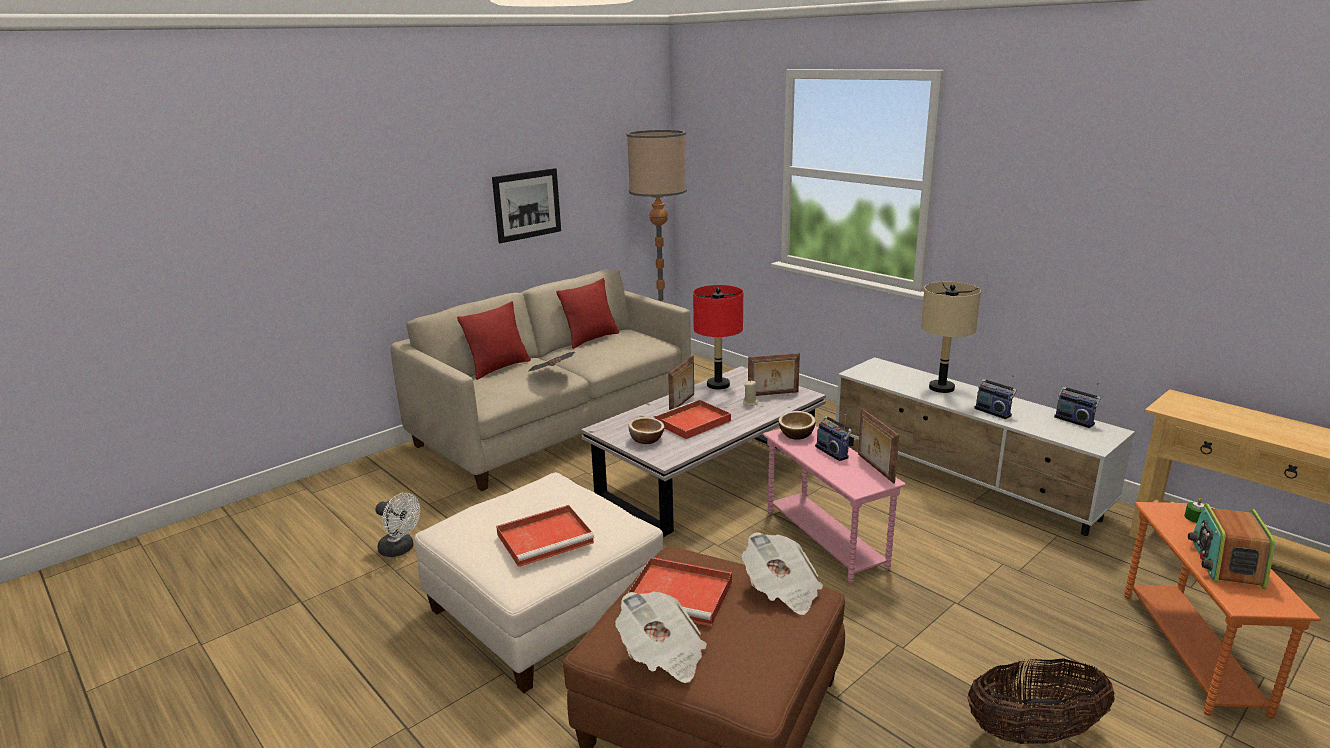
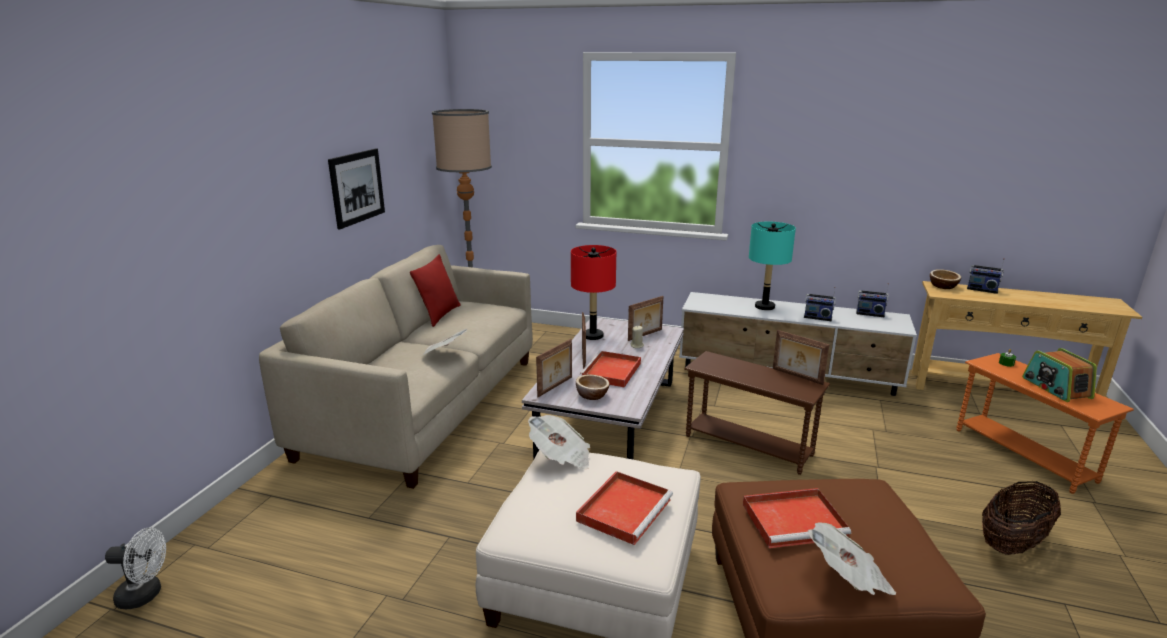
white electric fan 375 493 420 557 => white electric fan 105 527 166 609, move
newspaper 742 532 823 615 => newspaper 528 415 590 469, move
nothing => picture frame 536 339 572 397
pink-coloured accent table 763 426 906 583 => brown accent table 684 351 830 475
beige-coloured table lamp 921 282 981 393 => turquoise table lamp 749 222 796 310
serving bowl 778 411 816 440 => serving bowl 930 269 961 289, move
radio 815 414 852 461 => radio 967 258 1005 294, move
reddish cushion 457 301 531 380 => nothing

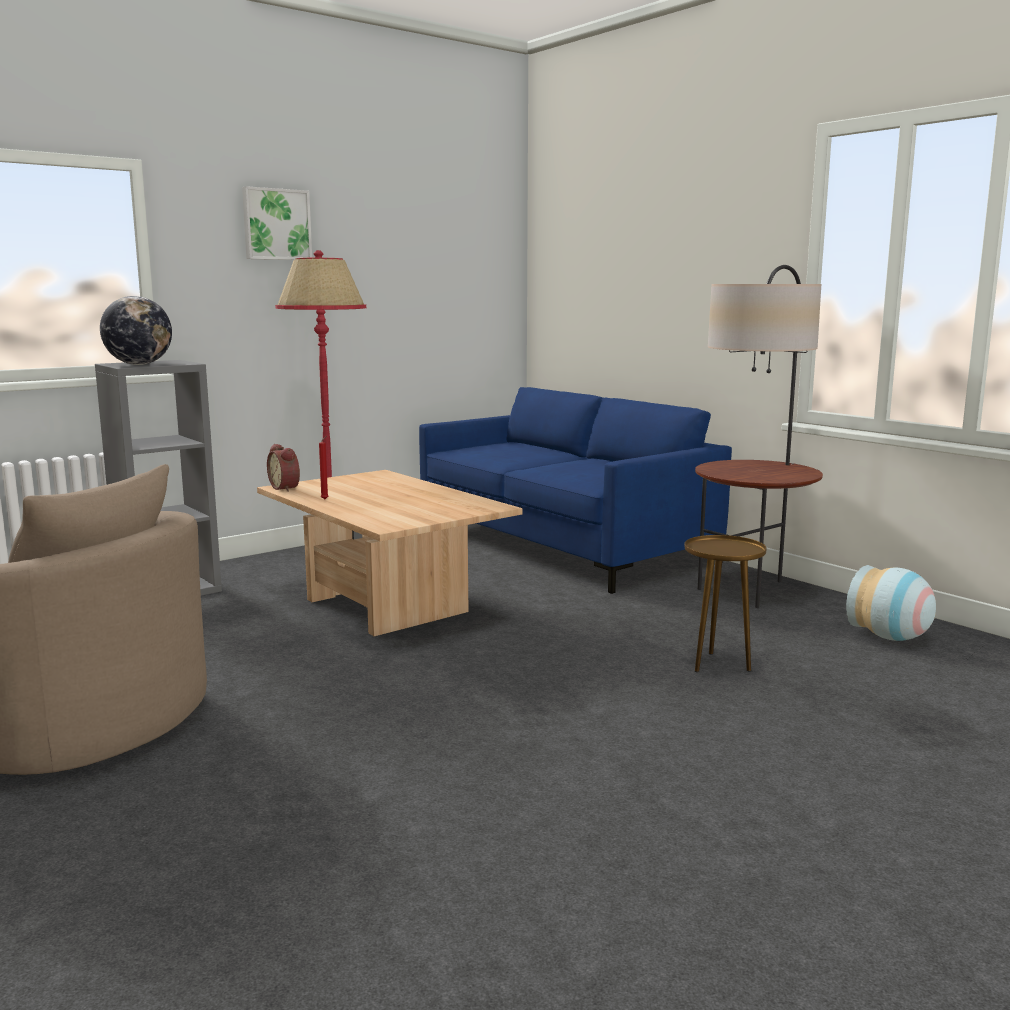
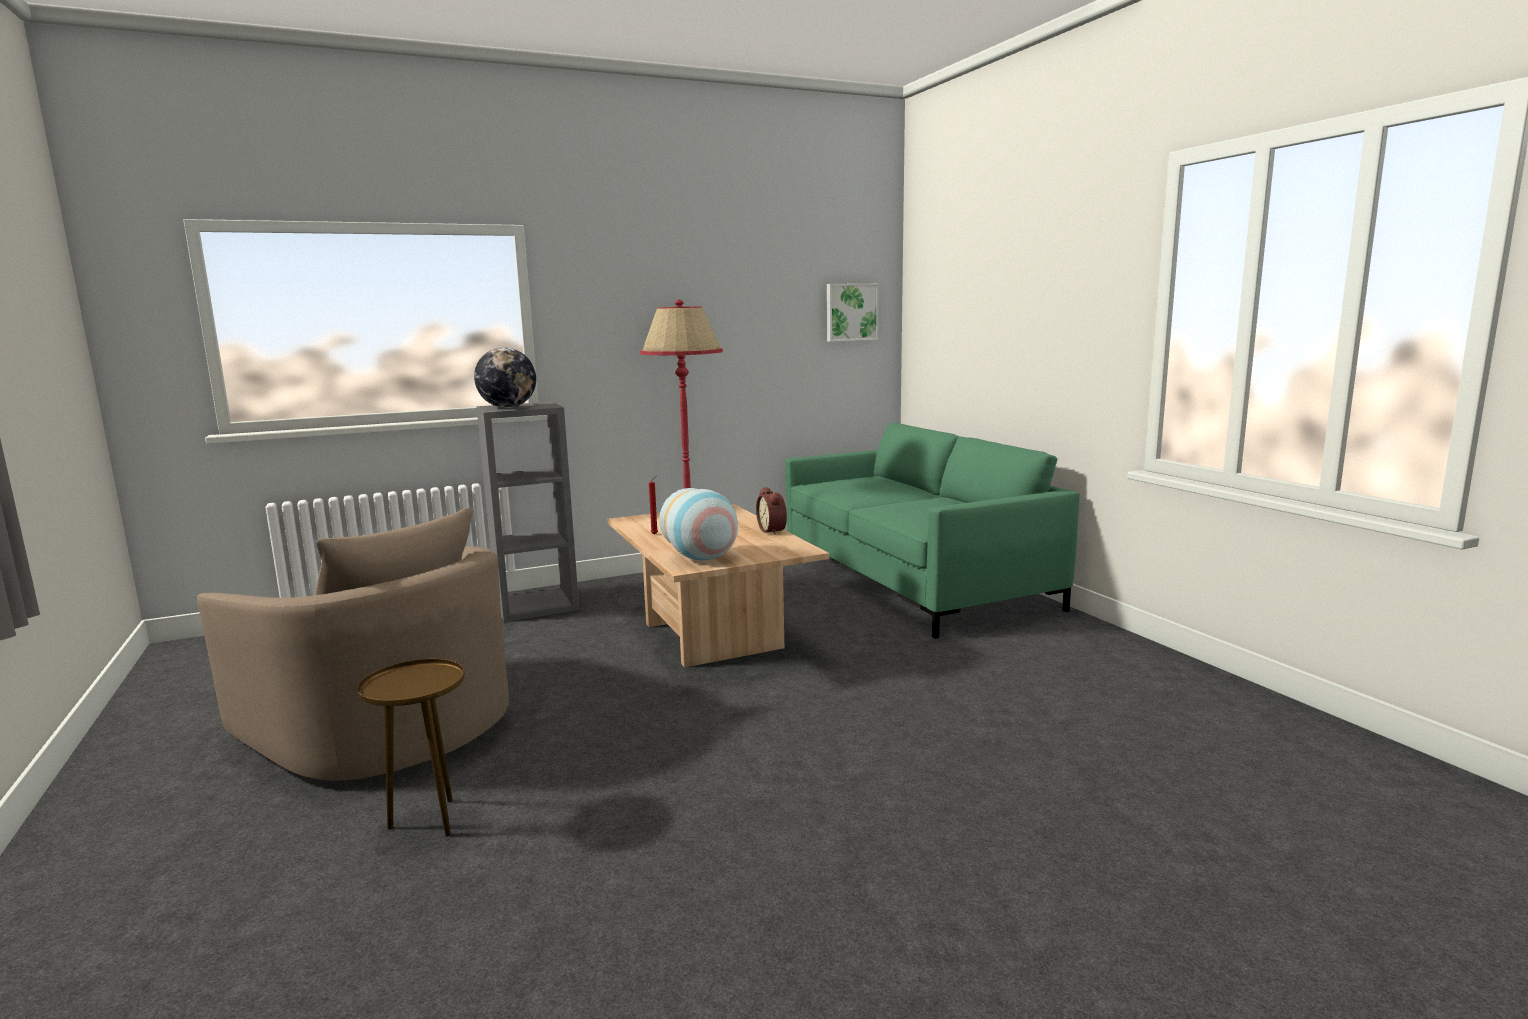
brown accent table 684 535 767 672 => brown accent table 357 659 465 837, move
flower vase 846 565 936 641 => flower vase 659 488 738 560, move
table clock 267 444 300 492 => table clock 756 487 787 535, move
blue sofa 419 387 732 594 => greenish sofa 785 423 1080 639
picture 242 186 312 260 => picture 827 283 879 342, move
floor lamp 695 265 823 608 => nothing

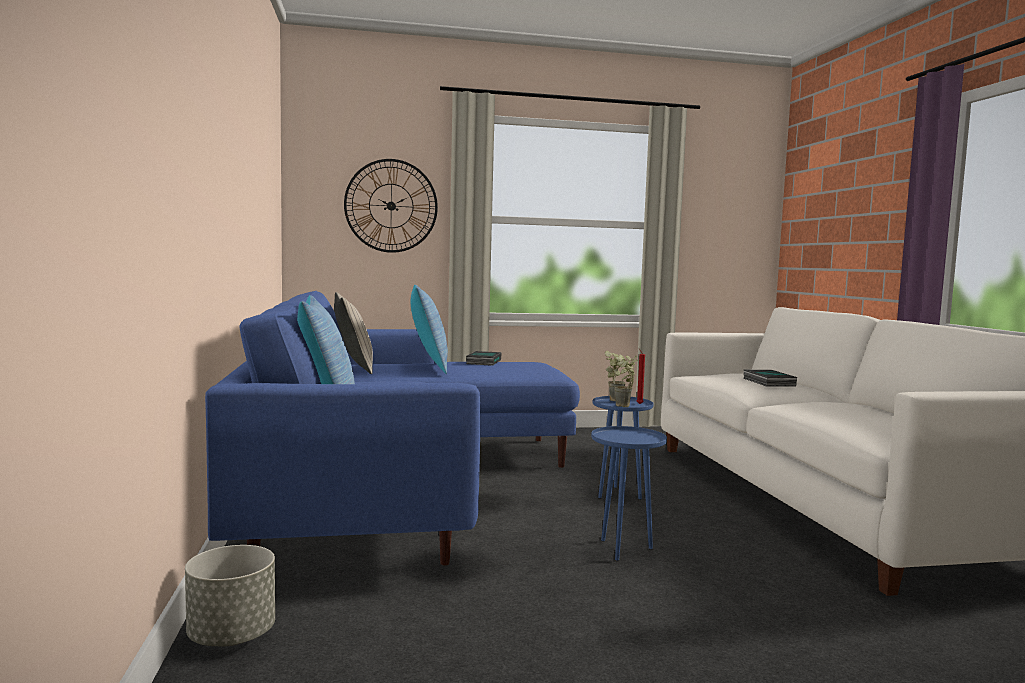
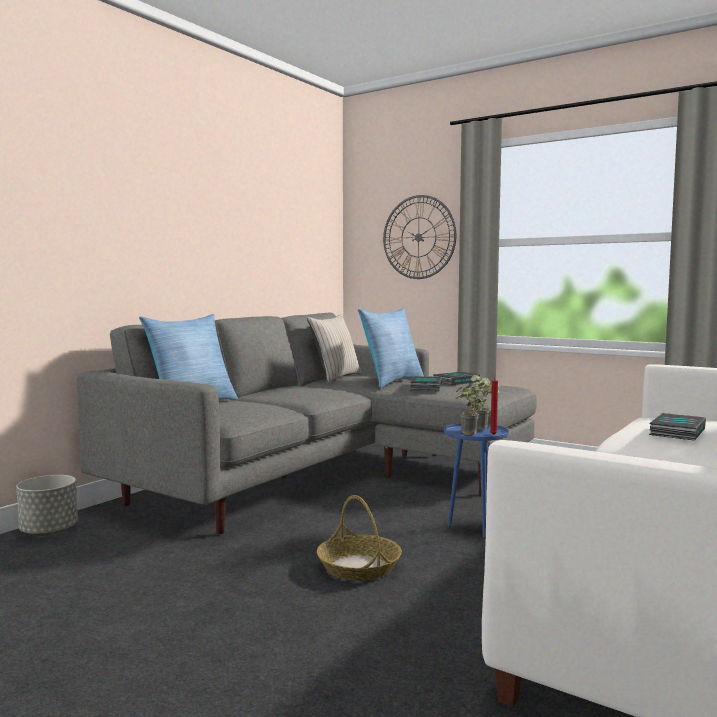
blue sofa 205 291 580 565 => greyish sofa 77 313 537 534
blue accent table 591 426 667 561 => storage basket 317 495 402 581
nothing => bound book 411 376 442 391

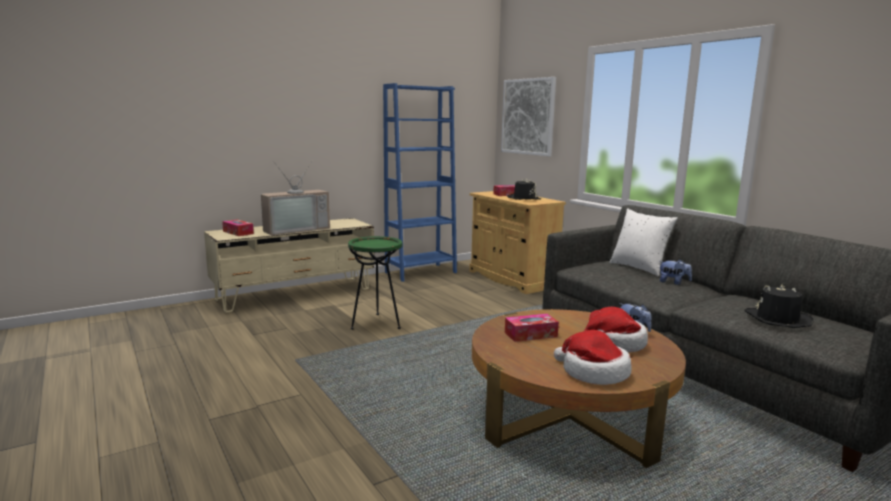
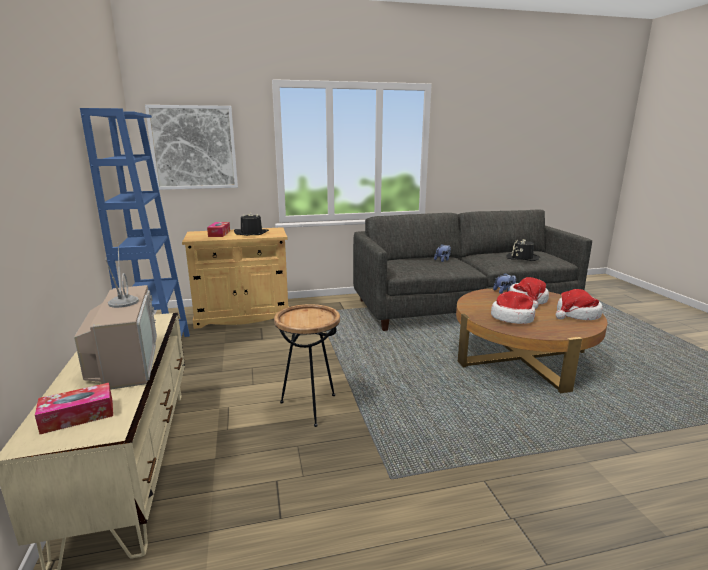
greenish accent table 348 236 402 330 => brown accent table 274 304 340 427
tissue holder 505 314 559 342 => hat 491 291 535 324
white cushion 610 209 678 276 => nothing

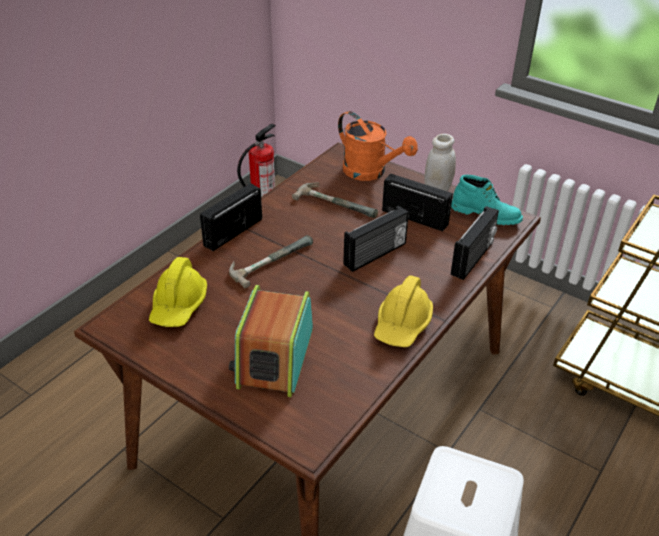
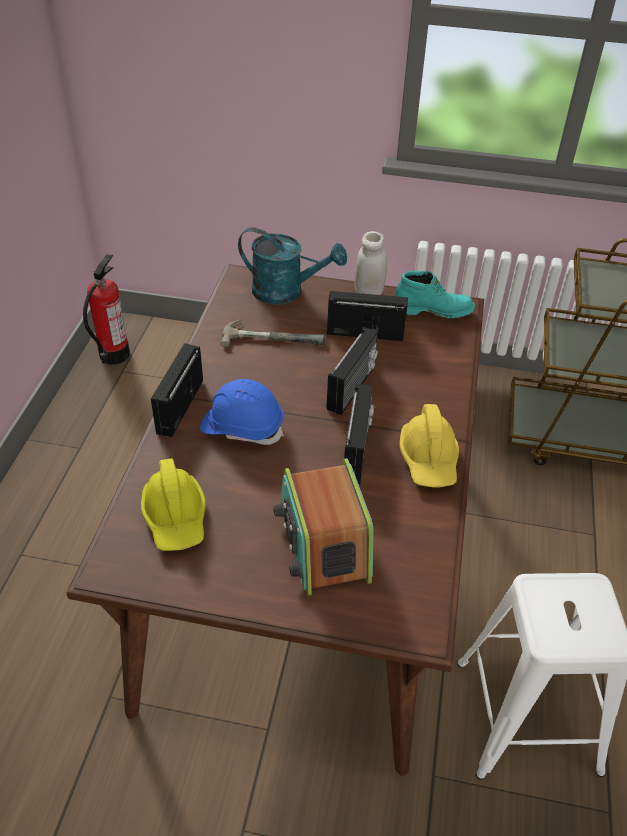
hammer 229 235 313 288 => blue hard hat 200 379 284 445
orangey watering pot 338 111 418 181 => turquoise watering pot 238 227 347 304
radio 451 206 499 280 => radio 344 384 375 484, move

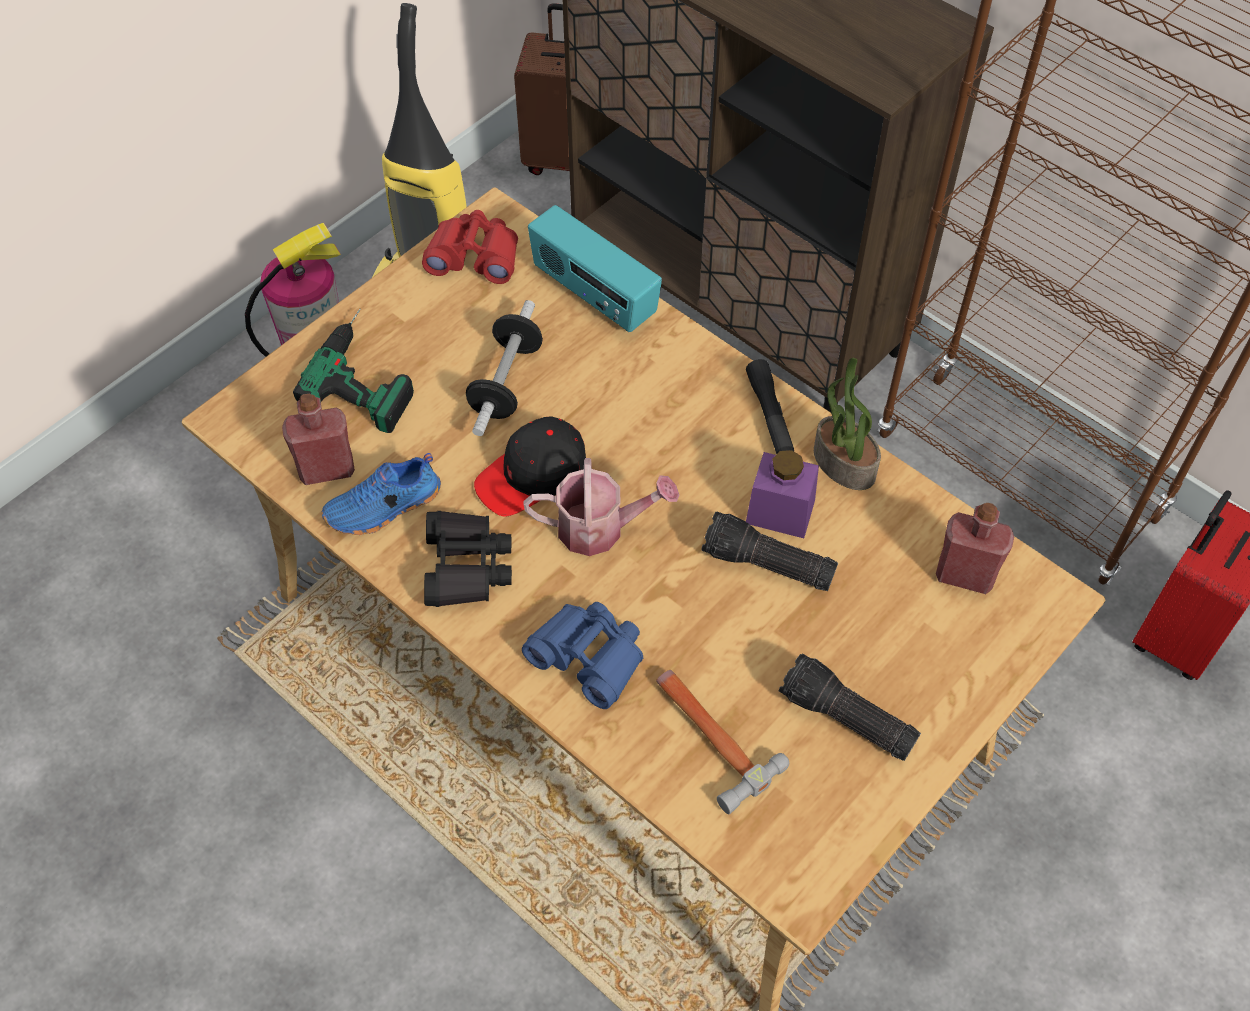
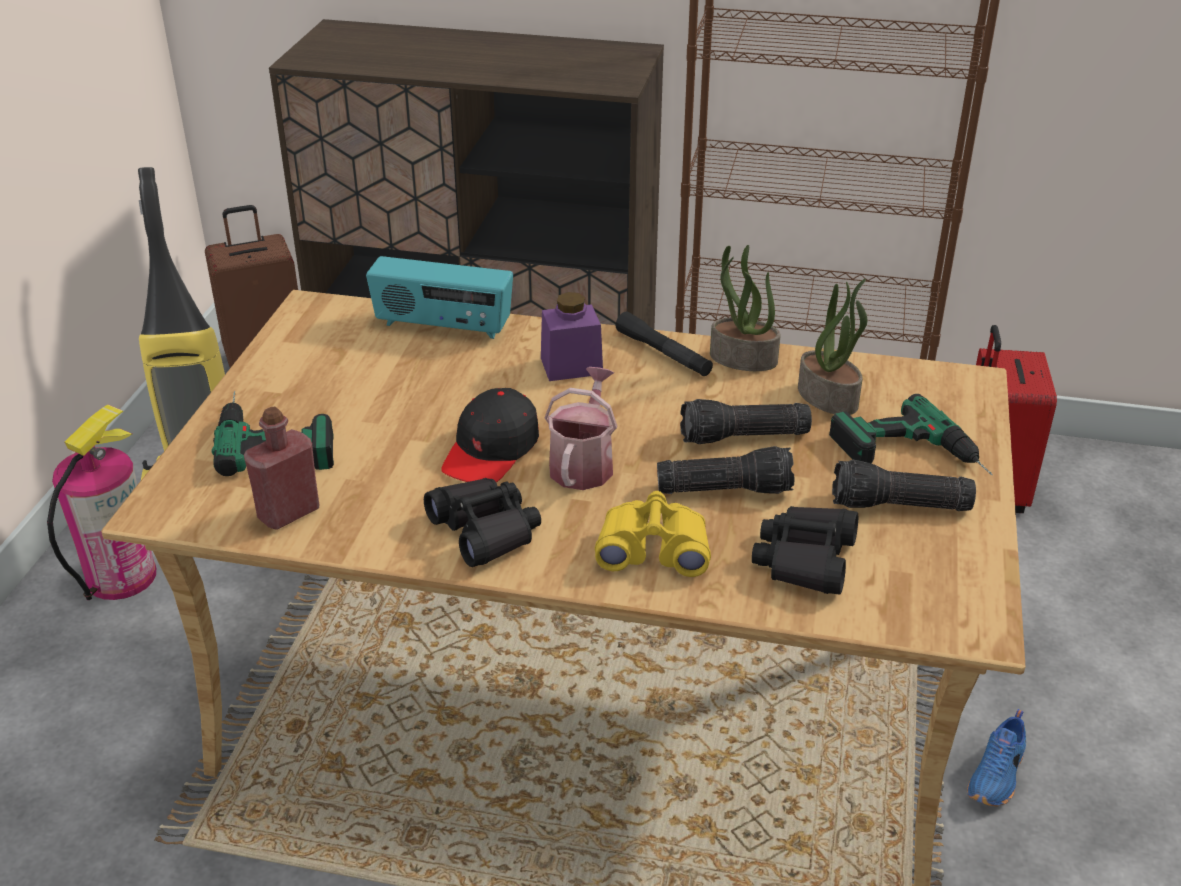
purplish storage jar 746 450 819 538 => purplish storage jar 541 292 603 381, move
watering pot 524 458 679 556 => watering pot 545 367 617 490, 45 degrees counterclockwise
blue pair of binoculars 522 602 643 709 => yellow pair of binoculars 595 491 711 577
nothing => torch 657 446 794 494
hammer 656 670 789 814 => blackish pair of binoculars 752 506 858 594
nothing => houseplant 798 278 867 415
nothing => drill 829 394 993 475
blue item of footwear 321 453 441 535 => blue item of footwear 967 709 1026 807, move
reddish pair of binoculars 422 210 518 284 => nothing
free weight 466 300 543 436 => nothing
reddish bottle 936 503 1014 594 => nothing

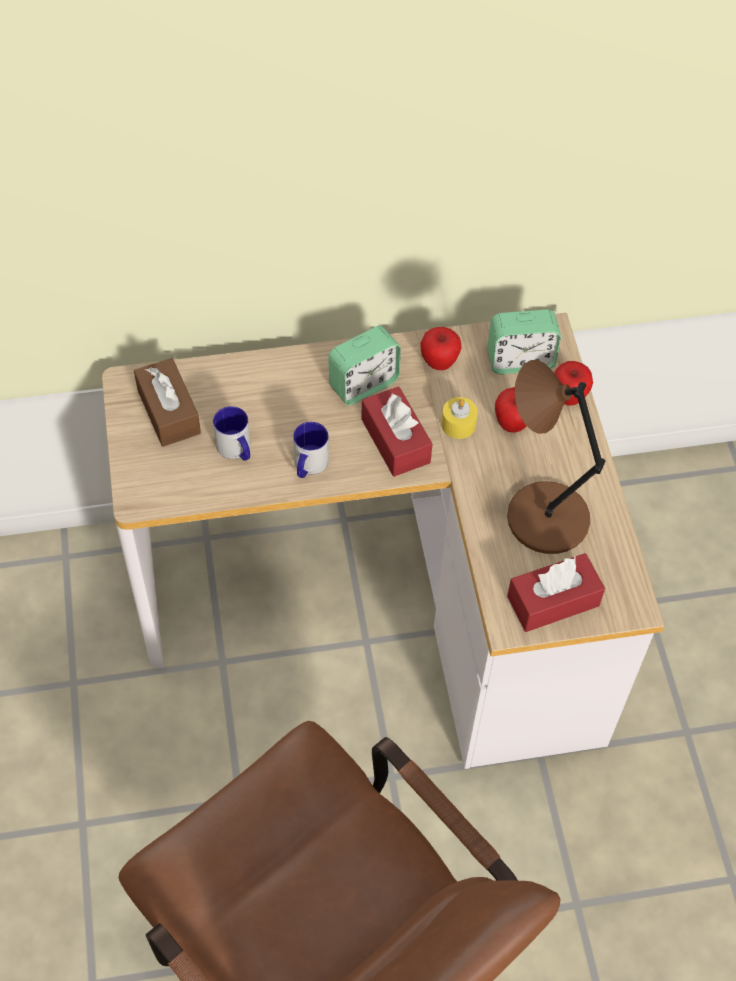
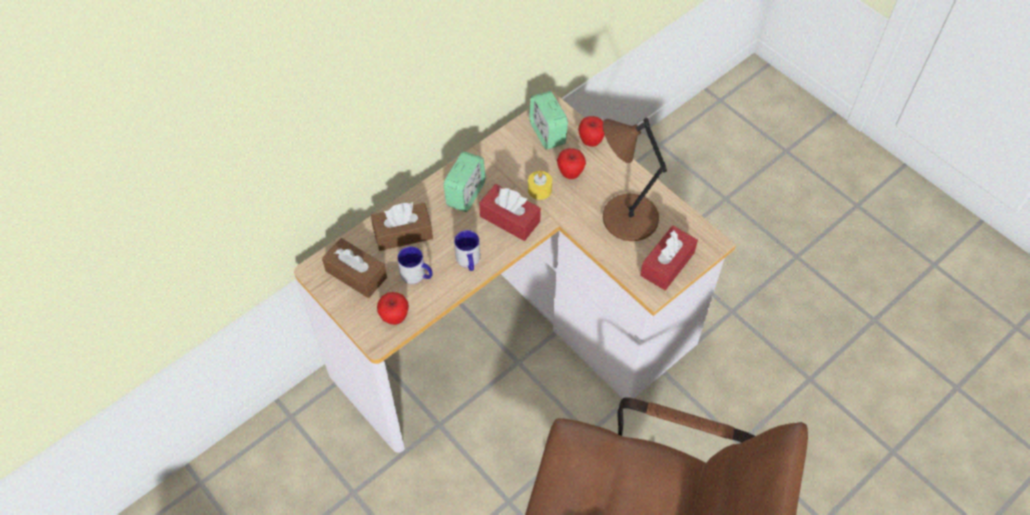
nothing => brown tissue holder 371 202 433 251
apple 420 327 461 370 => apple 377 292 409 325, move
table clock 487 309 561 374 => table clock 529 91 568 150, 105 degrees clockwise

